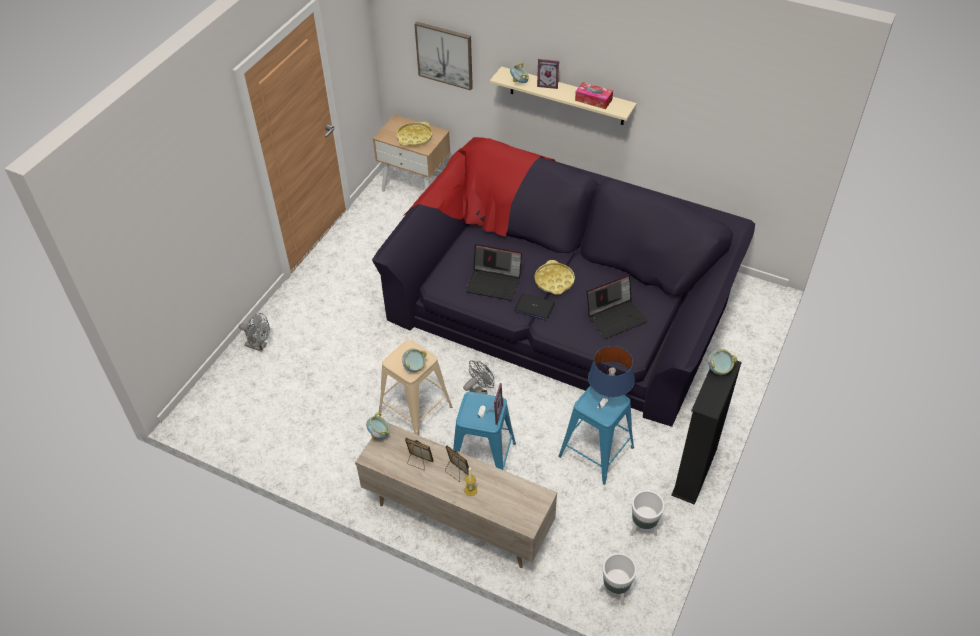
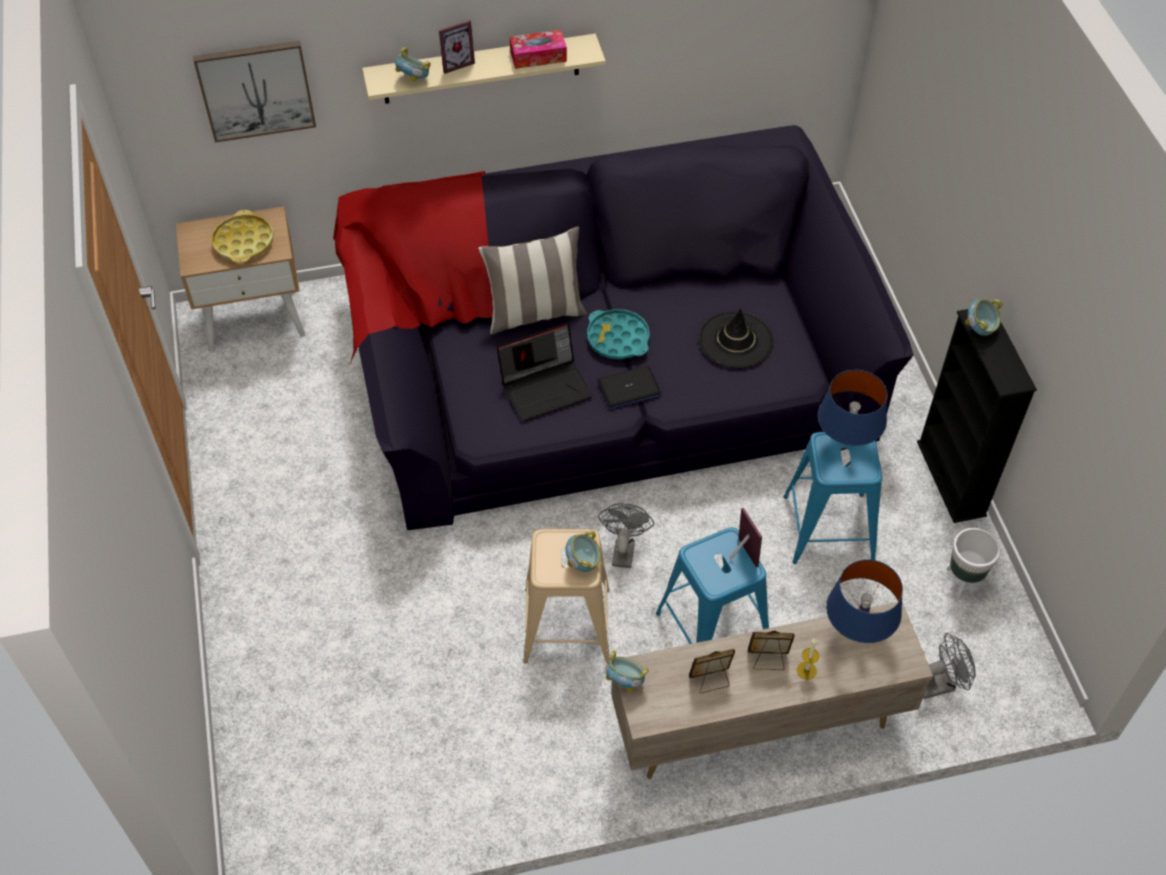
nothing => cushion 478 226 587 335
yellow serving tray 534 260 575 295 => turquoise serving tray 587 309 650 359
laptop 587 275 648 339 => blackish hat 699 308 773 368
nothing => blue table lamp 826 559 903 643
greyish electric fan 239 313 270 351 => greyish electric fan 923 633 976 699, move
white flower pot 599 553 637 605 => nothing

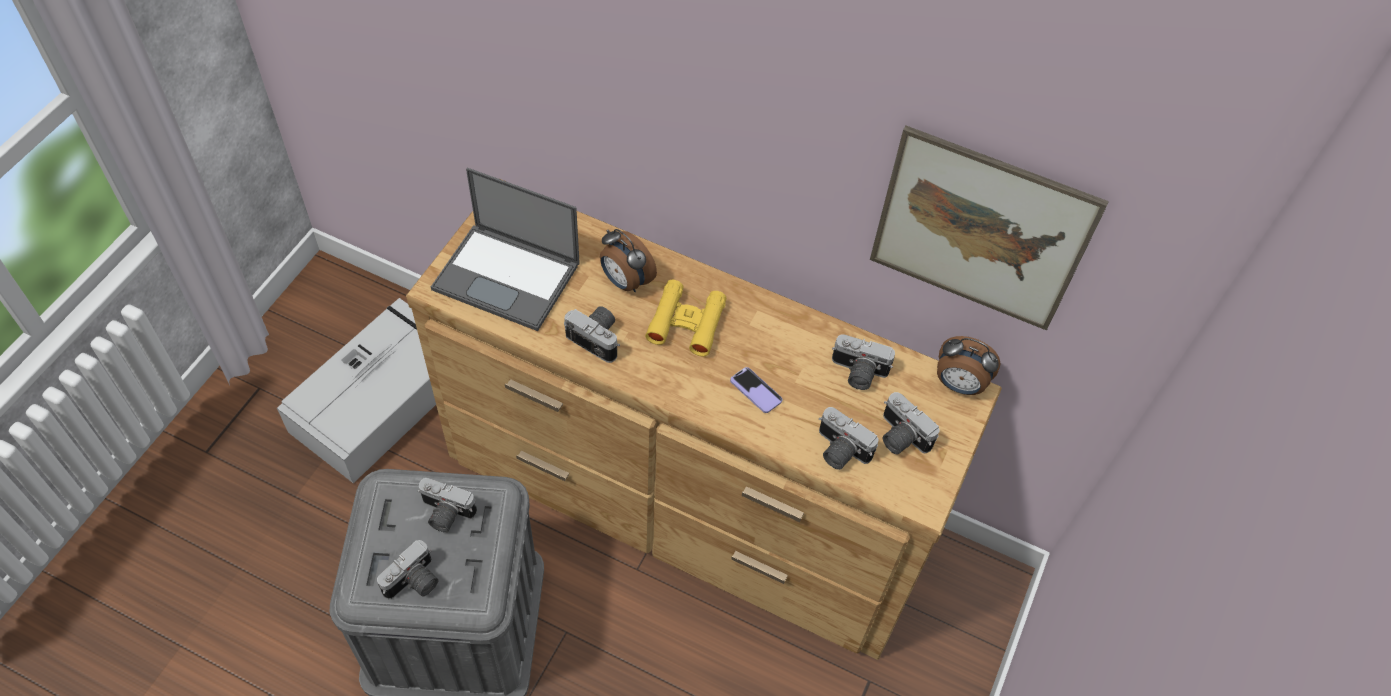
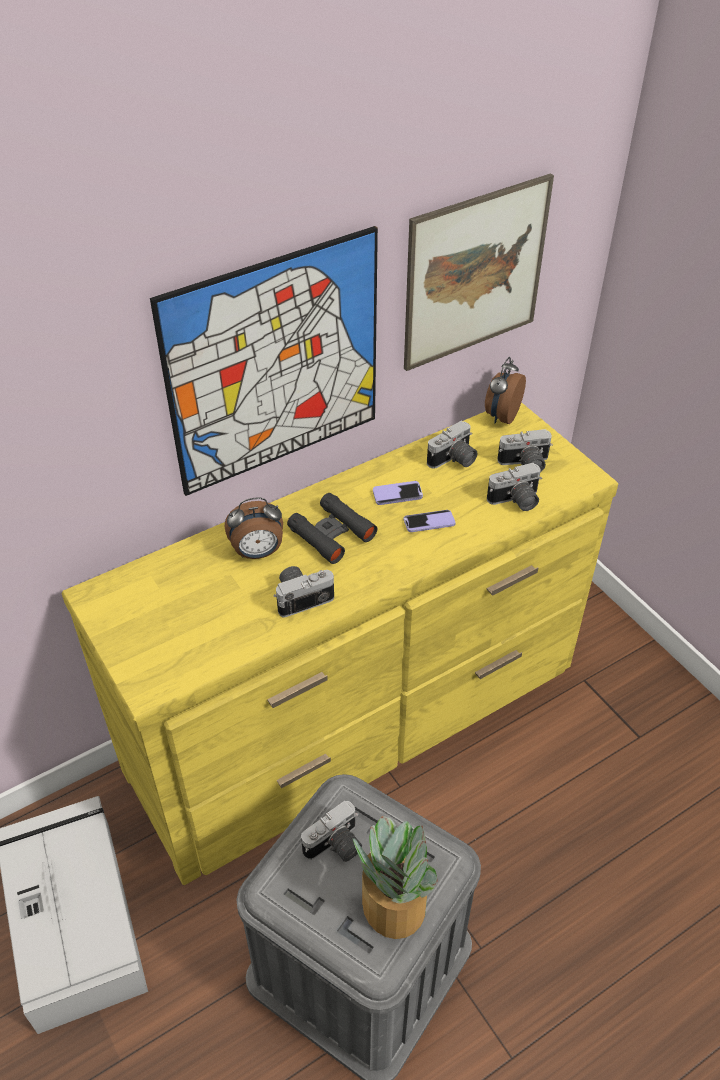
brown dresser 406 179 1002 660 => yellow dresser 61 402 618 885
nothing => picture 150 226 378 496
yellow pair of binoculars 645 280 726 356 => blackish pair of binoculars 287 493 377 564
photo camera 377 540 438 599 => houseplant 352 816 437 939
nothing => handset 373 481 423 505
table clock 937 336 1001 395 => table clock 485 357 526 424, 150 degrees clockwise
laptop 431 168 580 331 => nothing

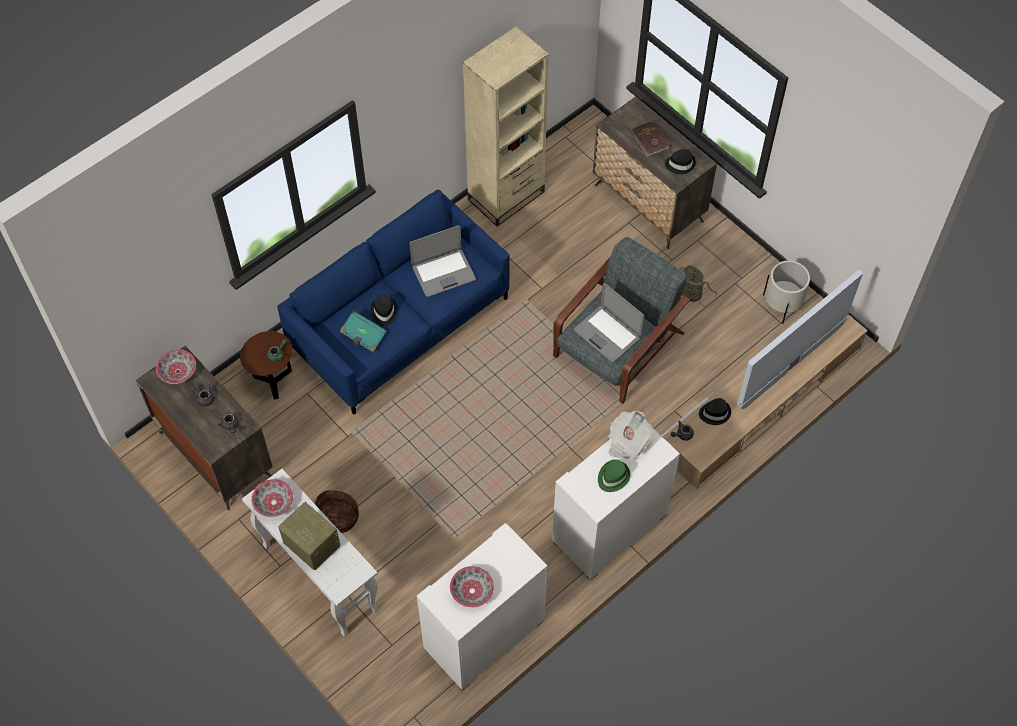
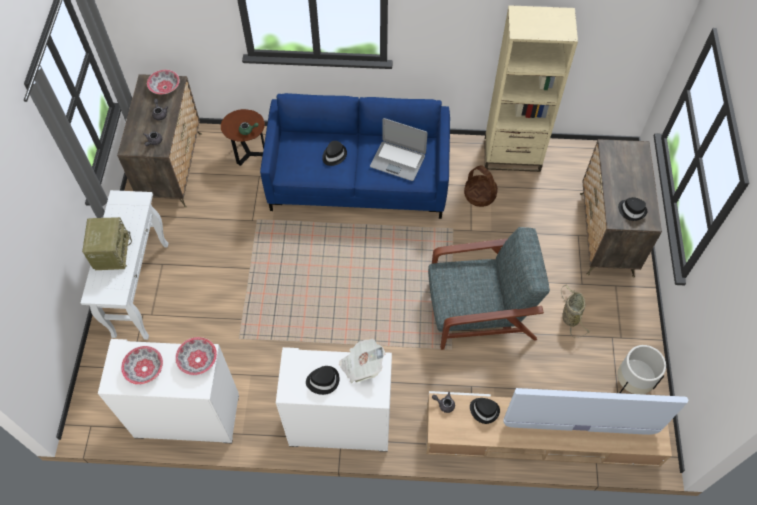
serving bowl 251 479 293 517 => serving bowl 175 337 217 375, move
greenish hat 598 459 630 492 => blackish hat 306 366 340 395
storage basket 315 490 359 533 => storage basket 464 165 498 207, move
turquoise bound book 340 310 387 352 => nothing
laptop 574 283 644 362 => nothing
brown bound book 631 120 671 157 => nothing

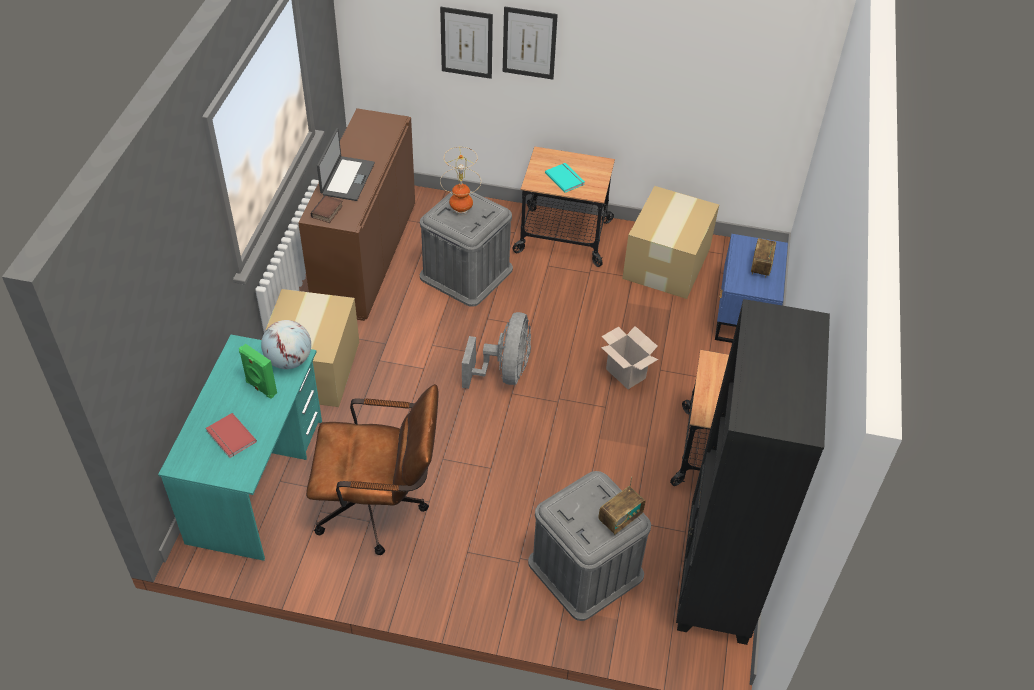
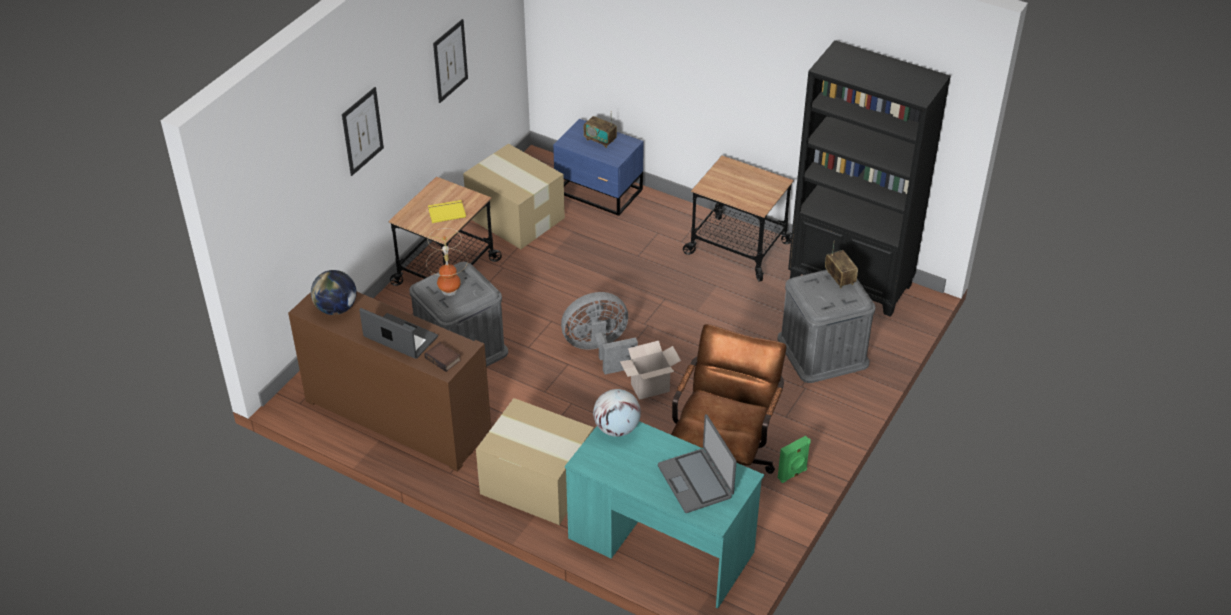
nothing => globe 311 270 357 315
turquoise bound book 545 163 585 193 => yellow bound book 428 200 466 223
picture 440 7 493 79 => picture 433 19 468 103, move
greyish electric fan 462 312 531 389 => greyish electric fan 561 292 638 375, 45 degrees counterclockwise
carton 601 326 658 389 => carton 620 341 681 400, move
reddish bound book 206 413 257 458 => laptop 658 414 737 513
greenish audio speaker 239 344 277 399 => greenish audio speaker 778 436 811 483, move

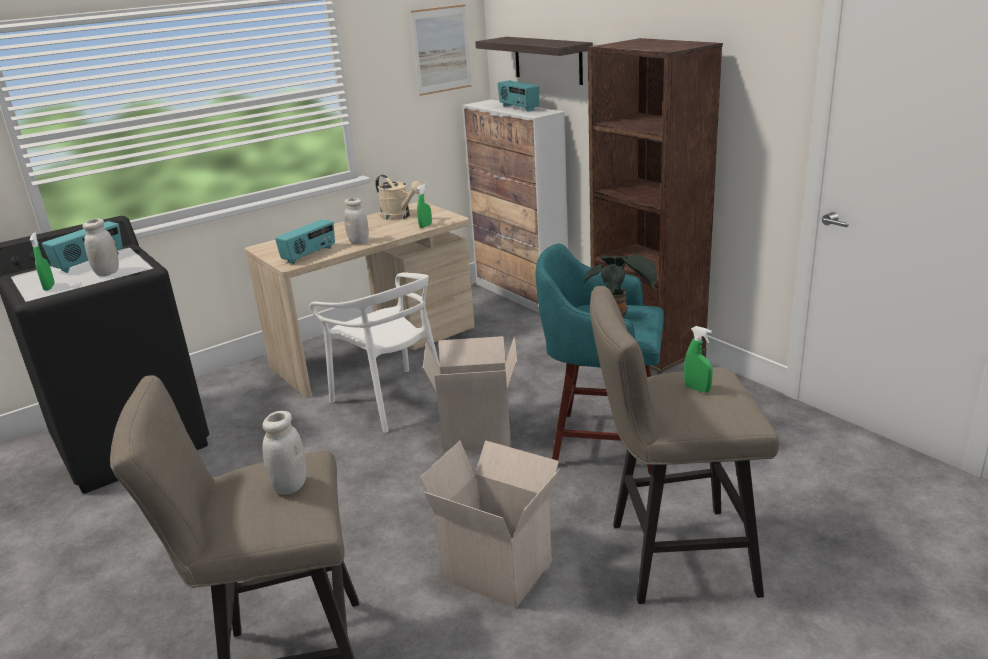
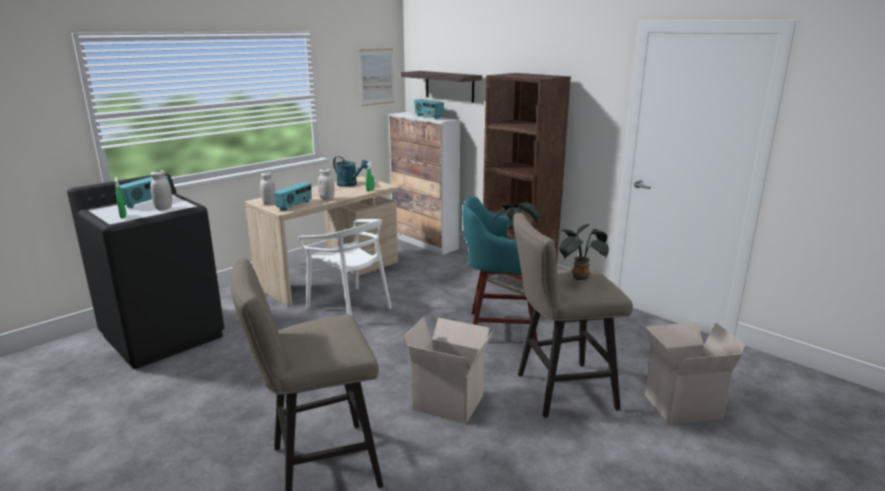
white storage jar 262 411 306 494 => white storage jar 260 172 276 205, move
beige-coloured watering pot 376 175 422 220 => turquoise watering pot 333 156 368 187
greenish sprayer 684 326 713 393 => houseplant 559 224 609 280
carton 423 336 517 451 => carton 645 322 746 425, move

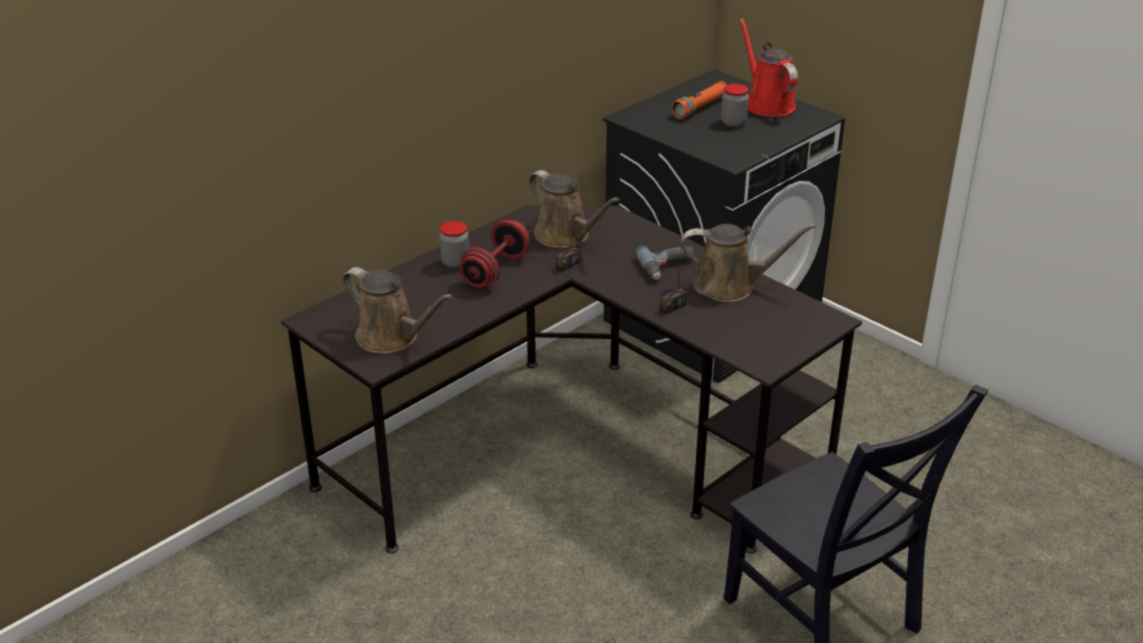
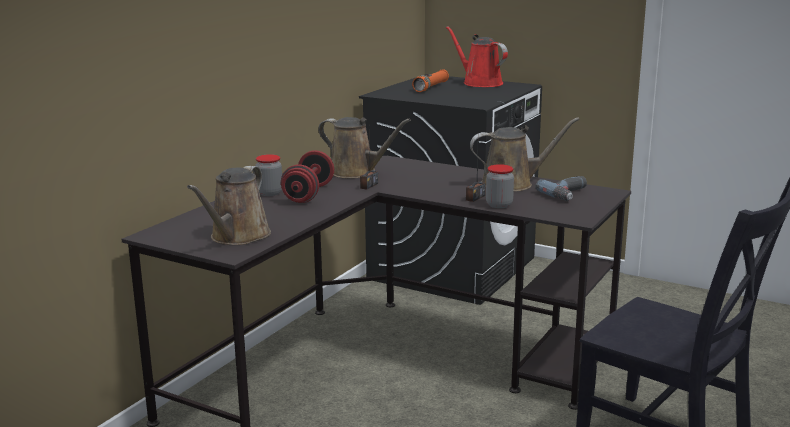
brown watering pot 343 267 453 354 => brown watering pot 187 166 271 245, 90 degrees clockwise
storage jar 721 84 749 127 => storage jar 486 164 514 208, move
drill 635 246 694 280 => drill 535 176 587 201, move

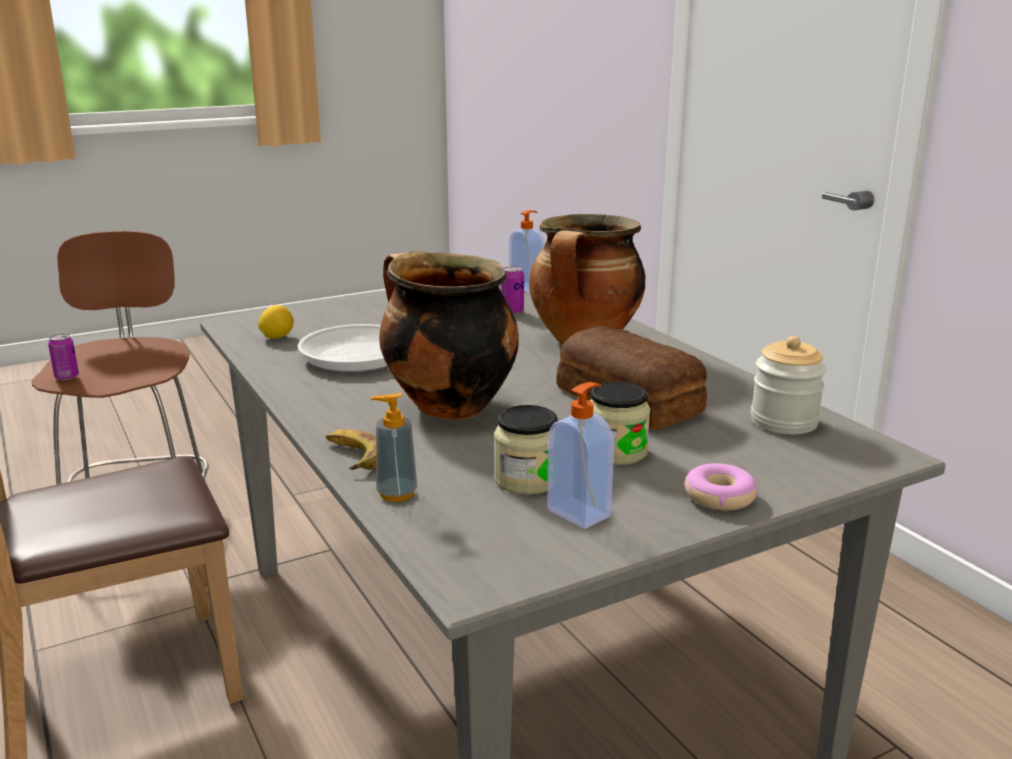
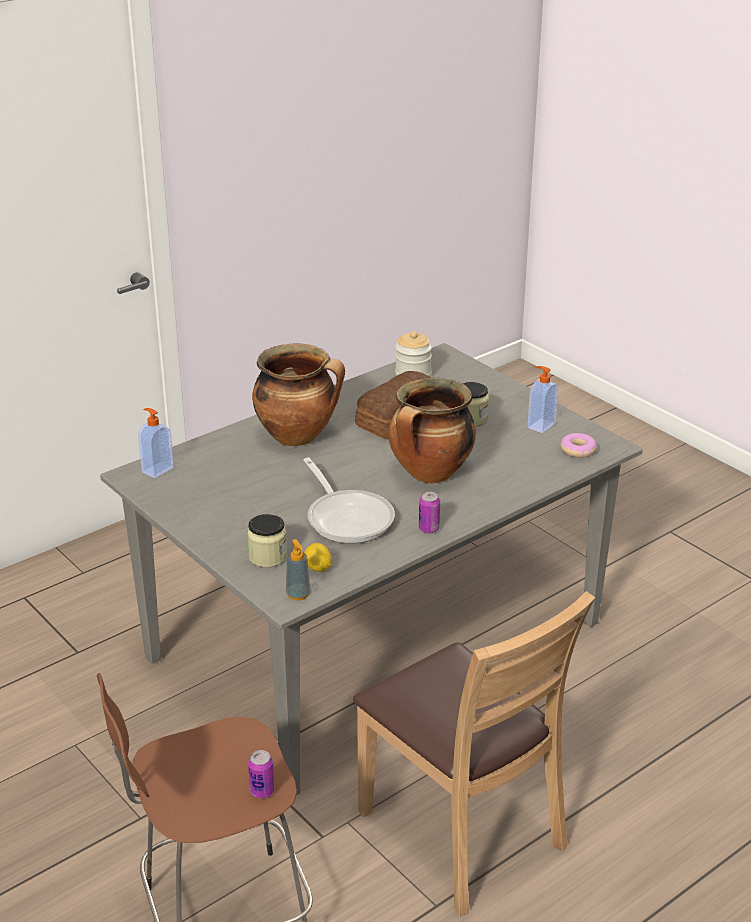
storage jar 494 405 558 495 => storage jar 247 514 287 568, move
soap dispenser 370 393 417 502 => soap dispenser 286 539 310 601, move
metal can 500 266 524 315 => metal can 419 492 440 534, move
ring doughnut 684 463 758 511 => ring doughnut 560 433 597 458, move
banana fruit 326 429 376 470 => nothing

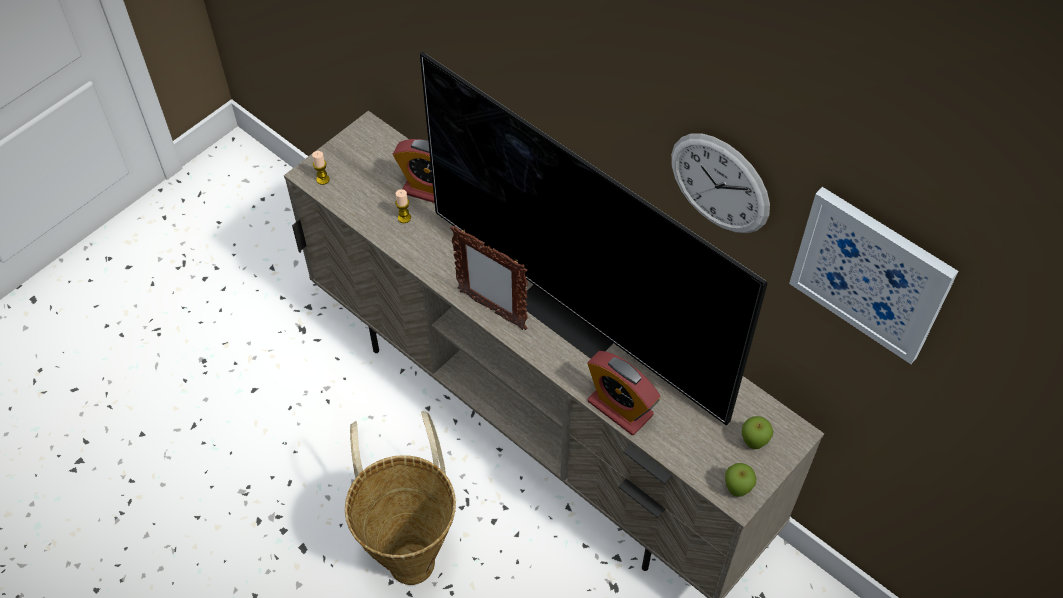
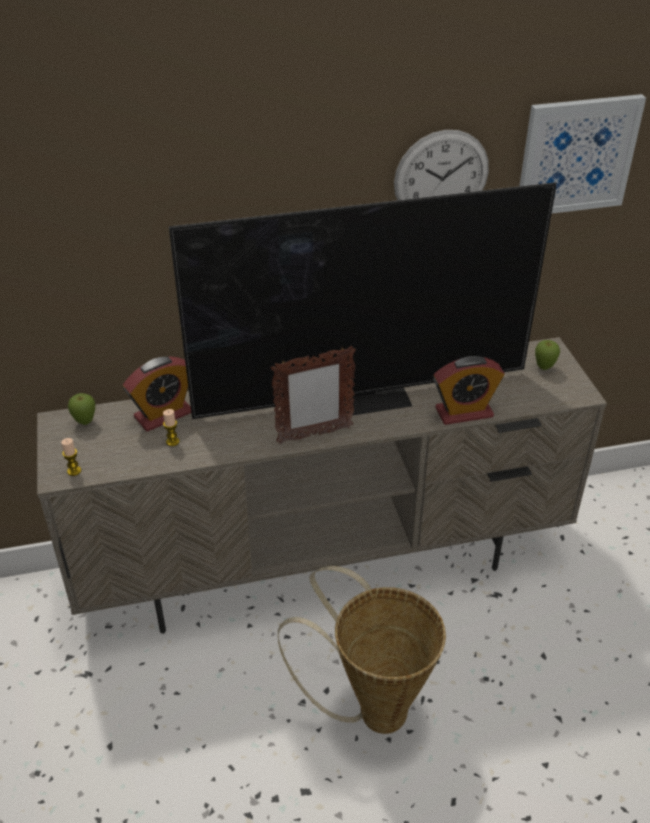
apple 725 463 756 497 => apple 68 393 95 425, move

